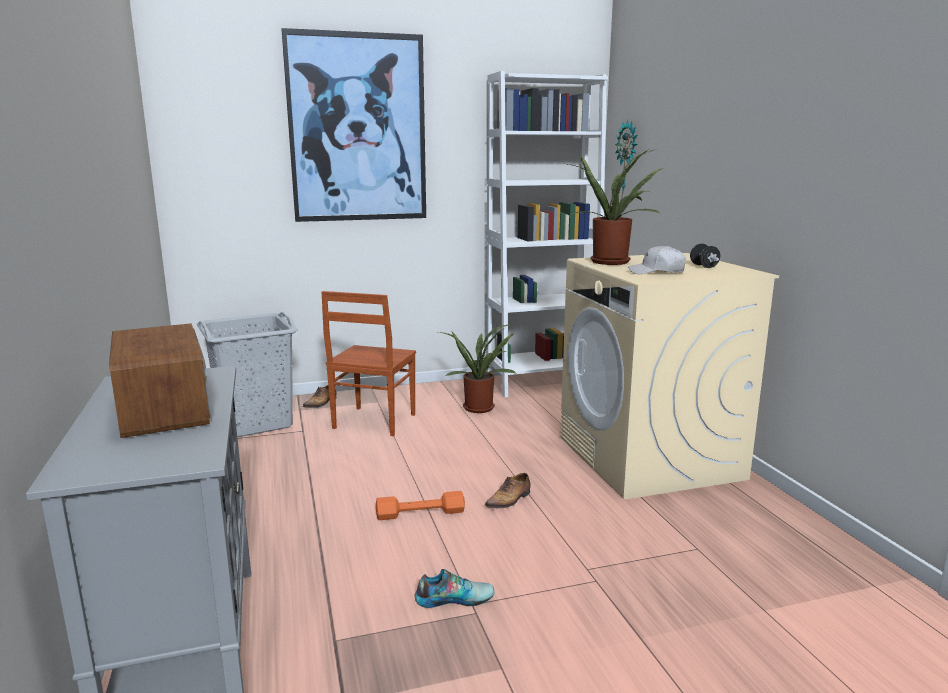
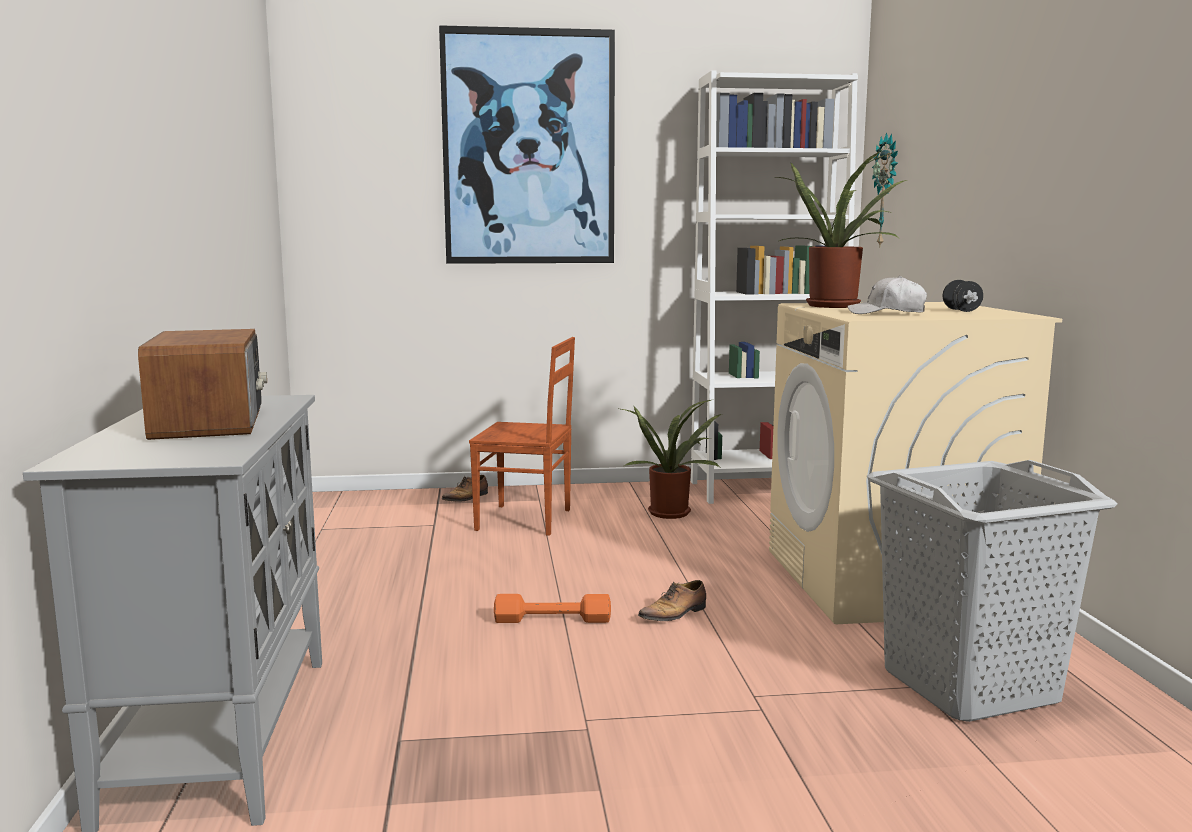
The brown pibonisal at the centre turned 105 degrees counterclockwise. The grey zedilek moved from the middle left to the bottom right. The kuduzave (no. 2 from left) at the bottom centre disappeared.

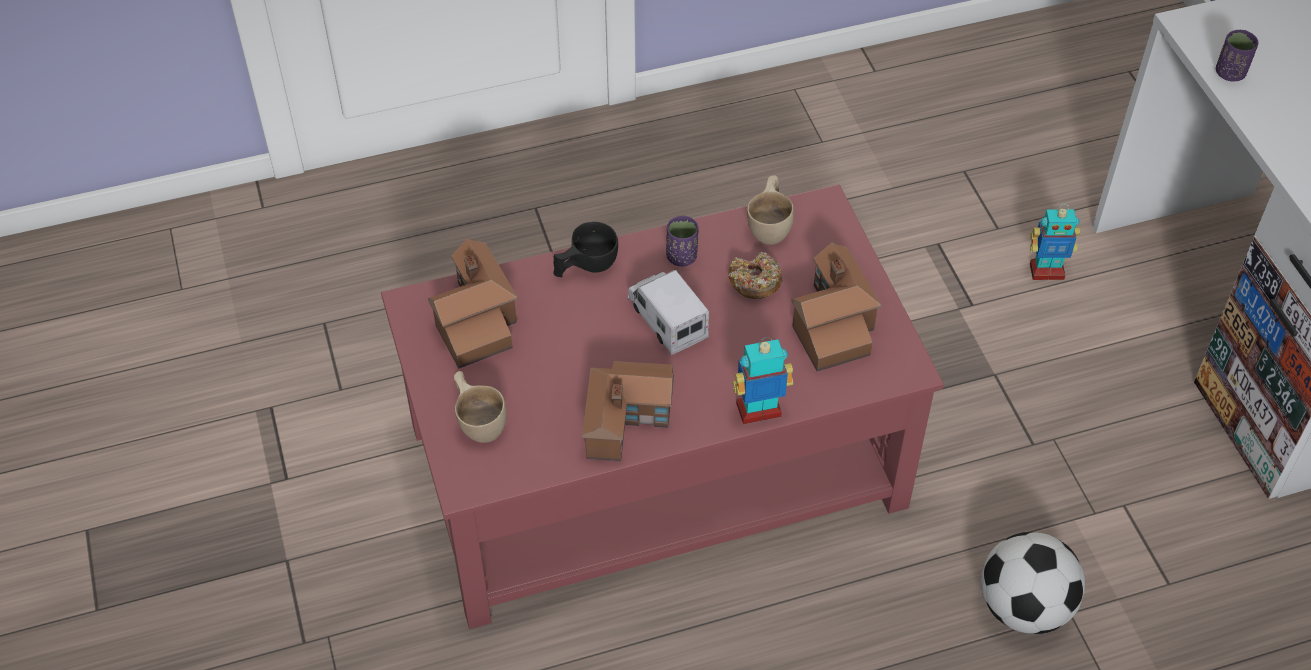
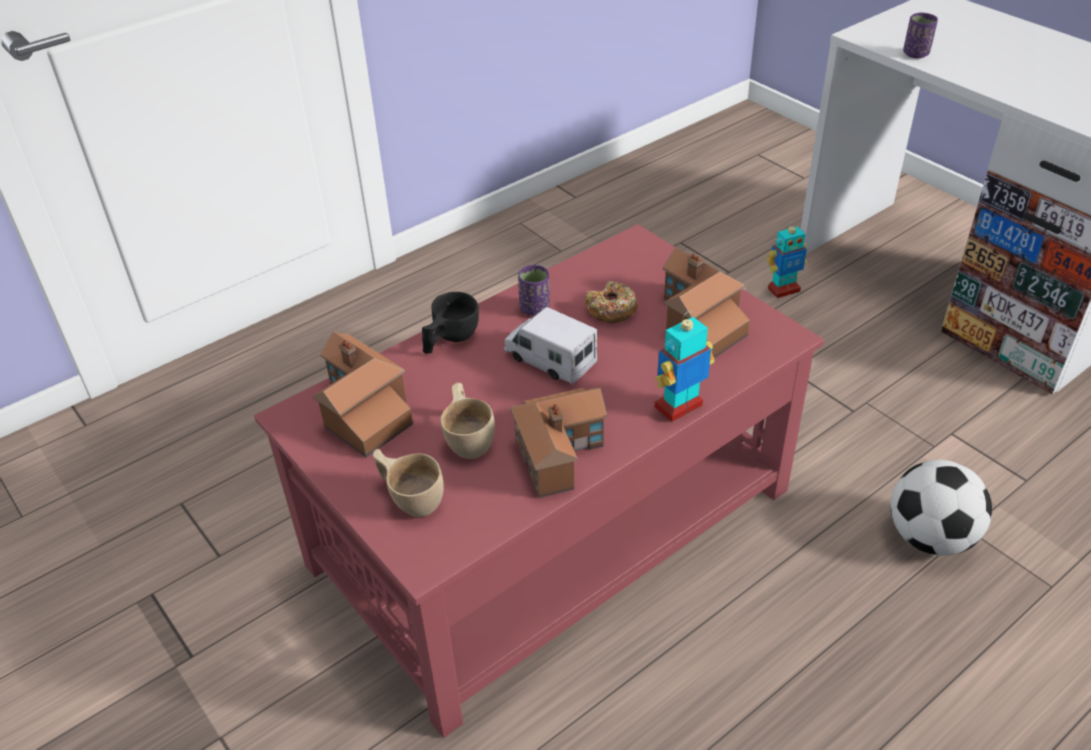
The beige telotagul (no. 2 from left) moved from the top centre to the centre.

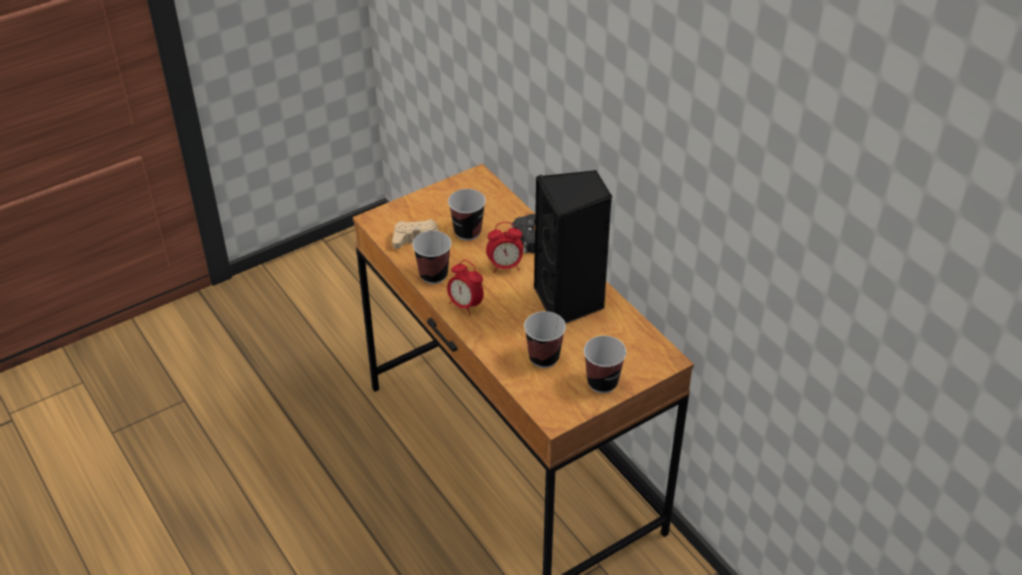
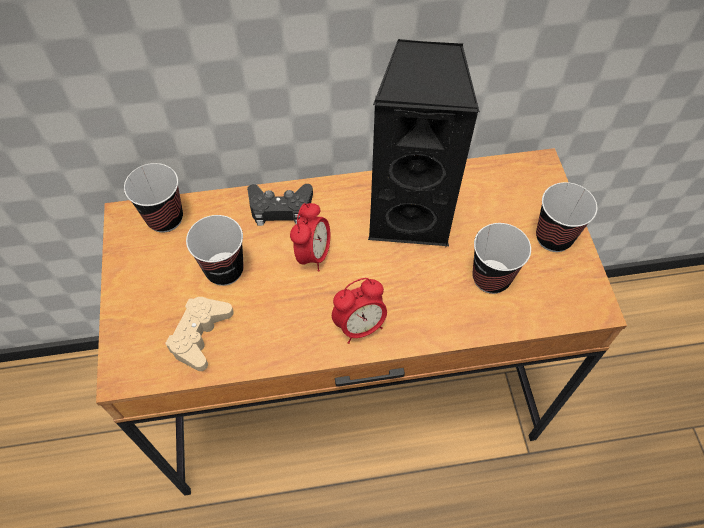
The telotagul (no. 1 from left) moved from the centre to the middle left.

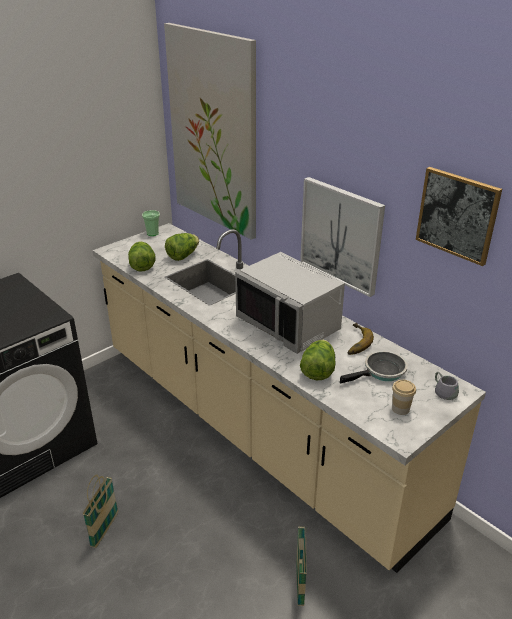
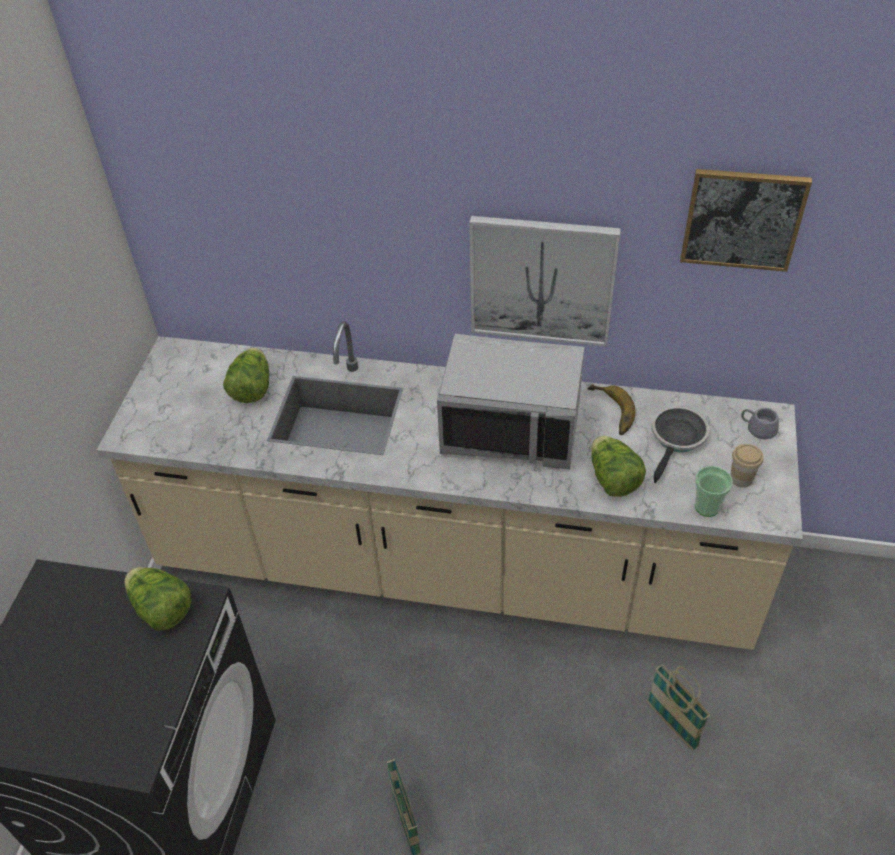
The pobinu (no. 1 from left) moved from the middle left to the bottom left. The telotagul (no. 1 from left) moved from the middle left to the middle right. The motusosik (no. 1 from left) at the top centre disappeared.

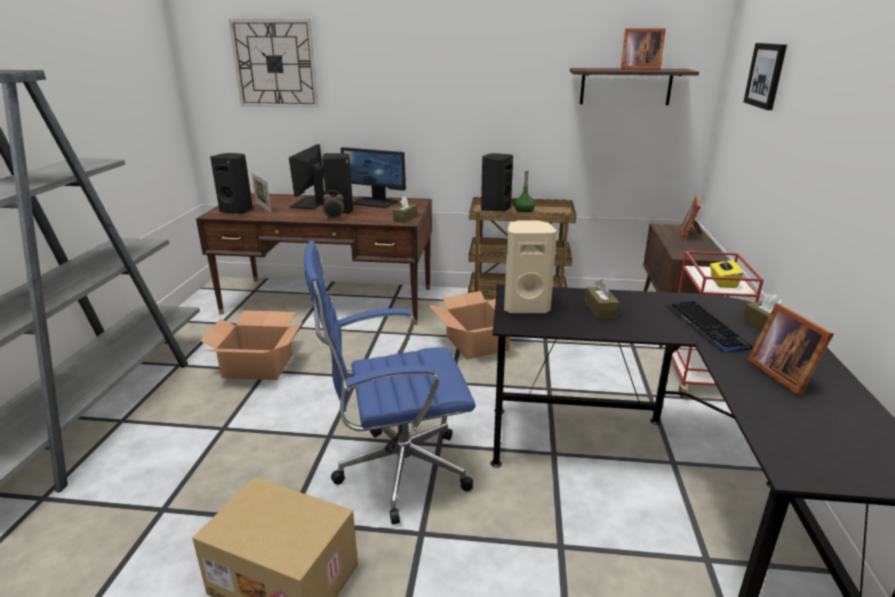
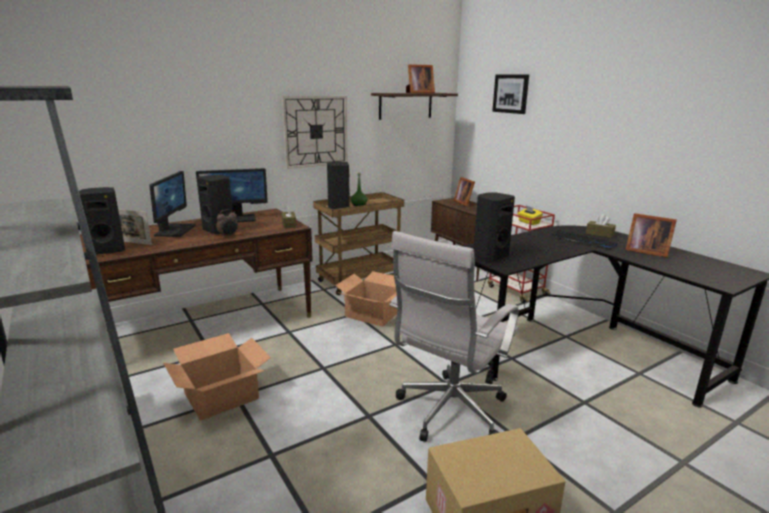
The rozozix (no. 1 from left) at the top centre turned 150 degrees counterclockwise. The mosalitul moved from the top left to the top centre. The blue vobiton at the centre became the white vobiton at the centre. The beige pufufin at the centre became the black pufufin (no. 4 from left) at the centre. The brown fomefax (no. 2 from left) at the middle right disappeared.

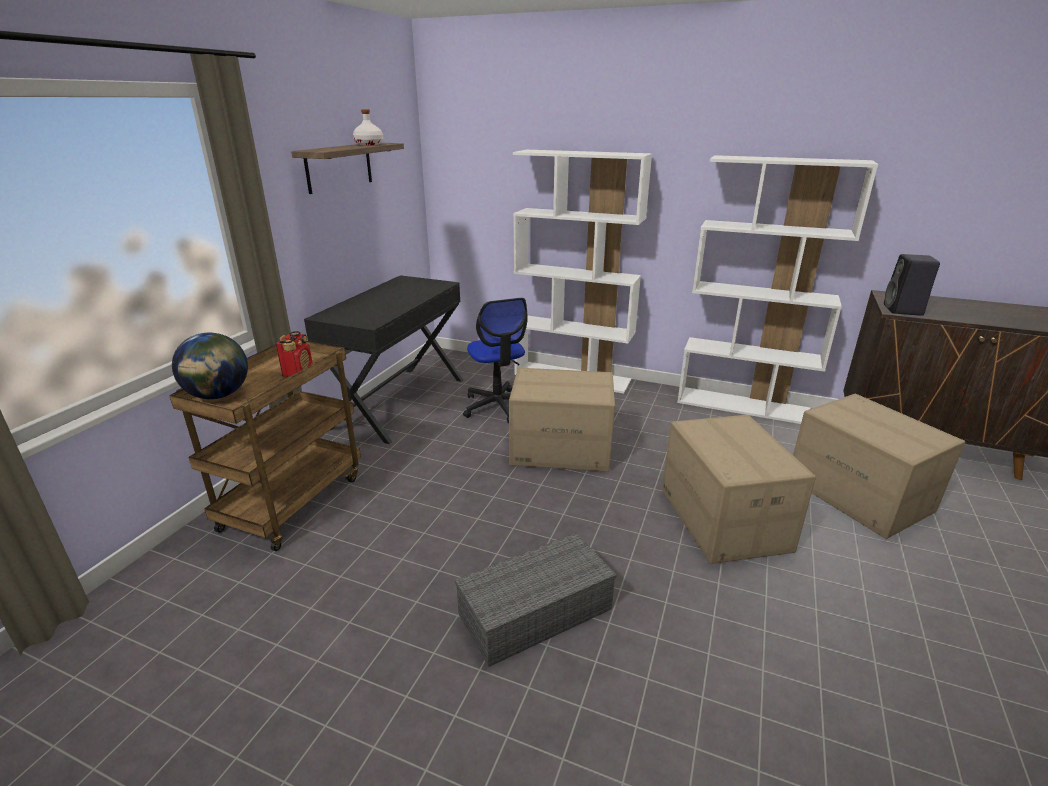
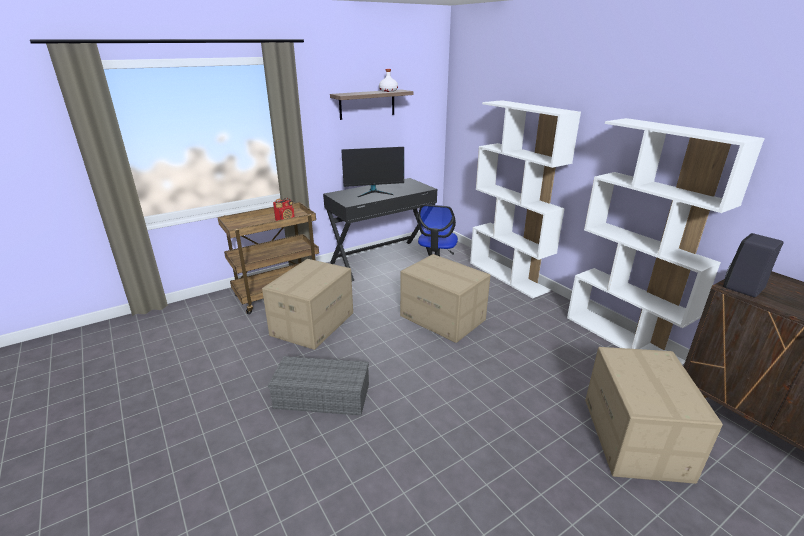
The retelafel (no. 2 from left in the first image) moved from the middle right to the centre. The rozozix at the top centre appeared. The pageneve at the middle left disappeared.

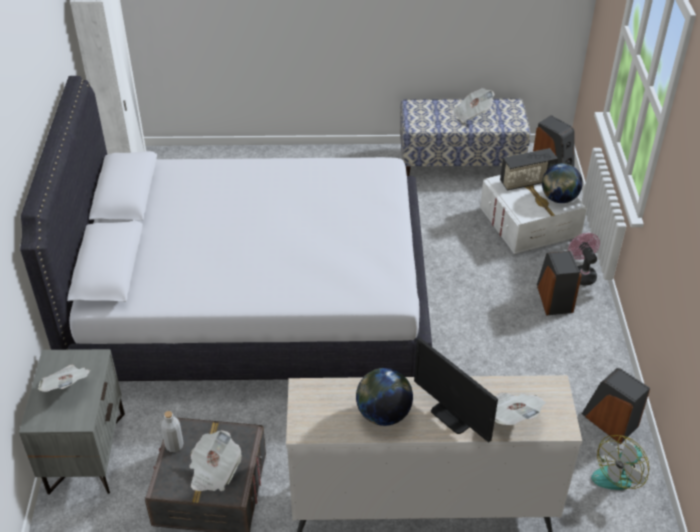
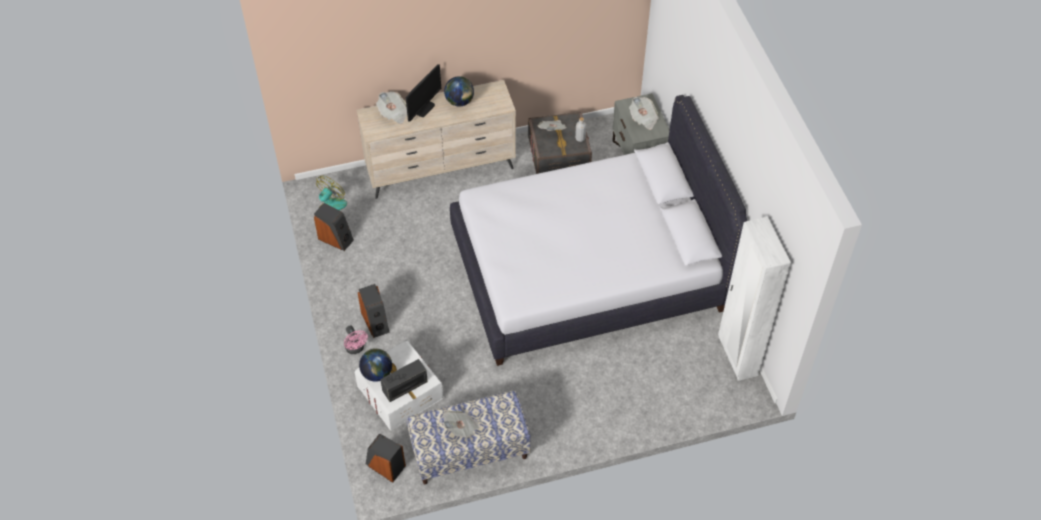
The rozozix at the bottom centre turned 90 degrees clockwise.

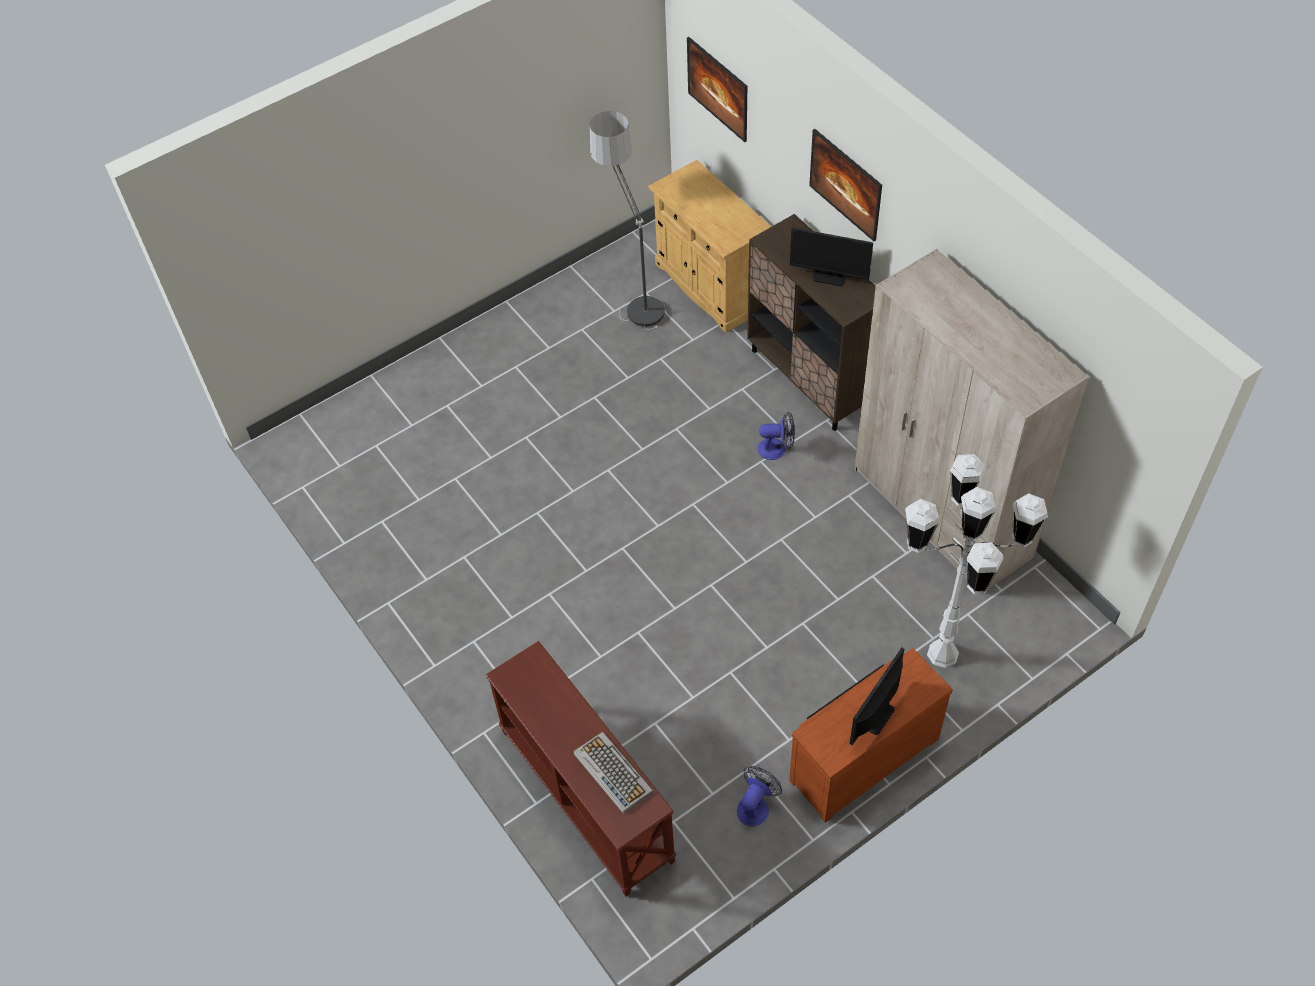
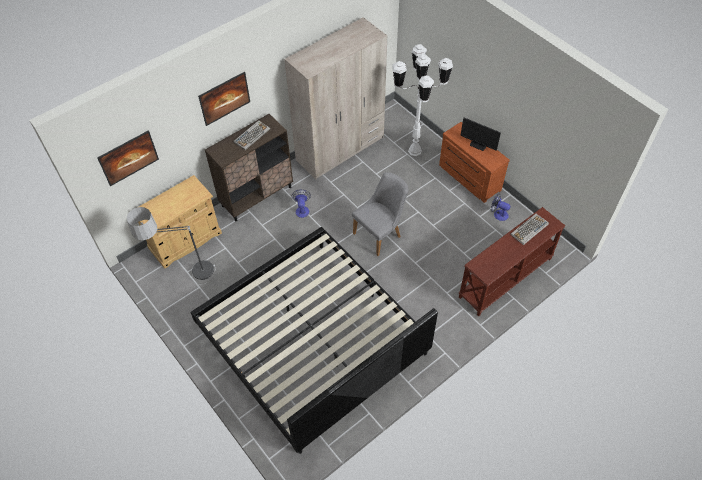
The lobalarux at the bottom centre appeared. The rozozix (no. 1 from left) at the top centre was replaced by the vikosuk (no. 1 from left) at the top centre. The grey pibonisal at the centre appeared.

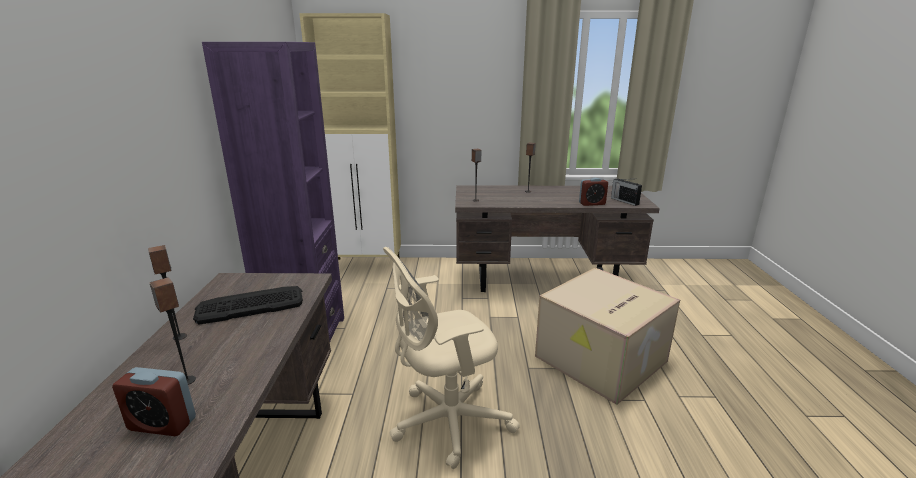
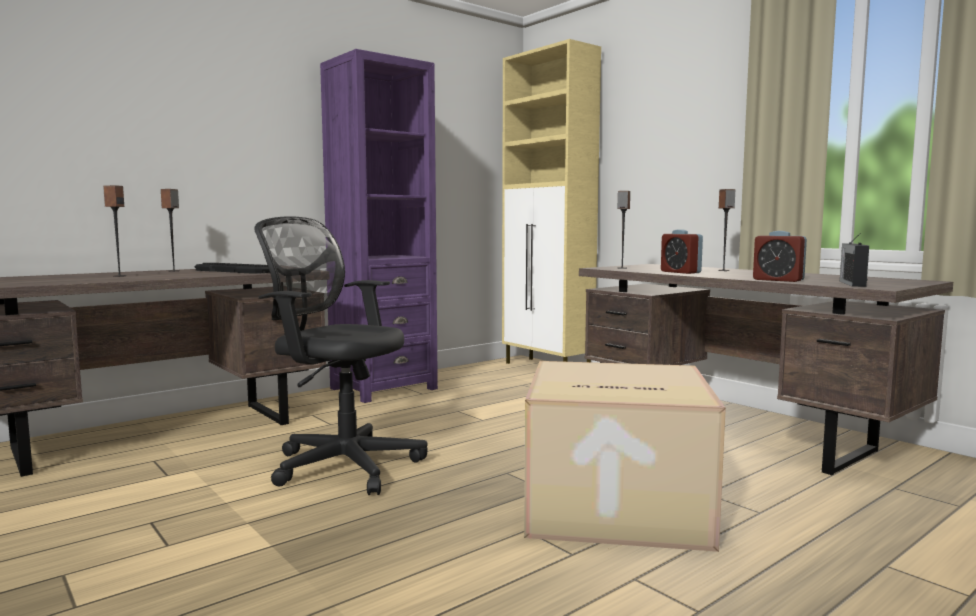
The beige vobiton at the bottom centre became the black vobiton at the centre. The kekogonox (no. 1 from left) moved from the bottom left to the middle right.

